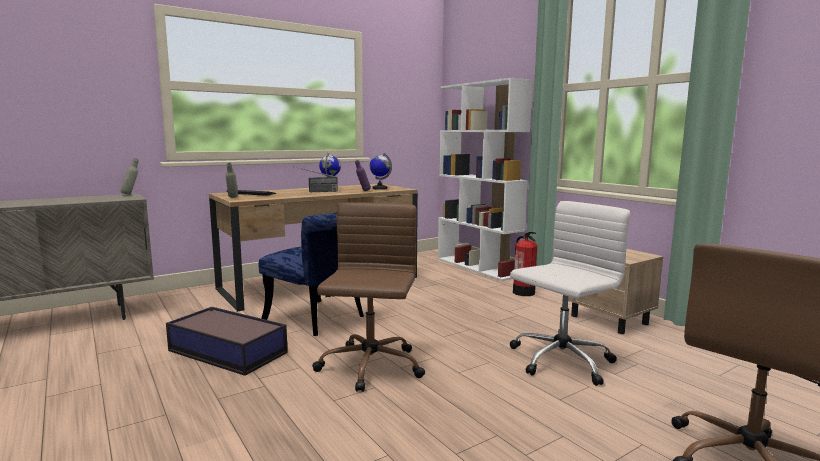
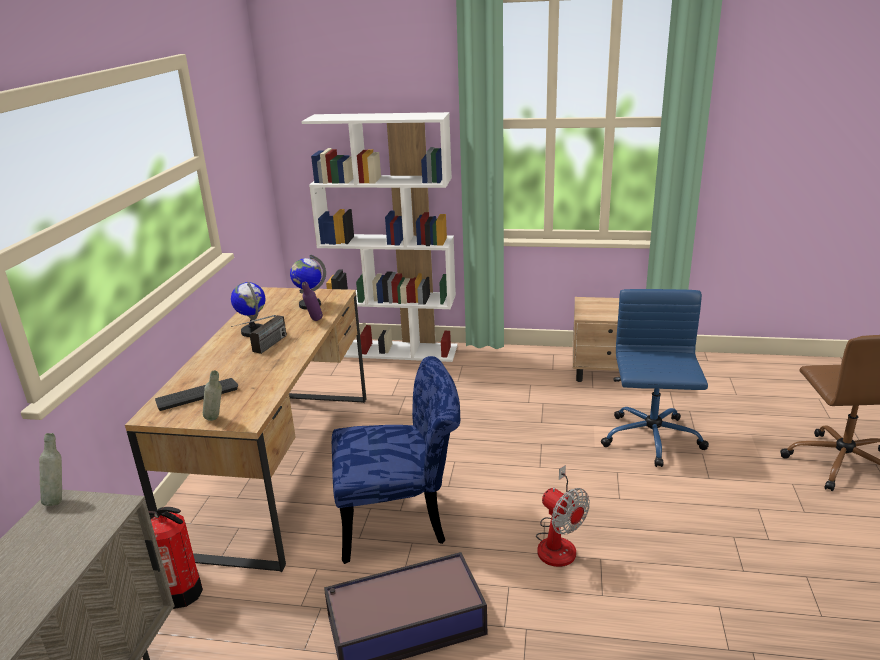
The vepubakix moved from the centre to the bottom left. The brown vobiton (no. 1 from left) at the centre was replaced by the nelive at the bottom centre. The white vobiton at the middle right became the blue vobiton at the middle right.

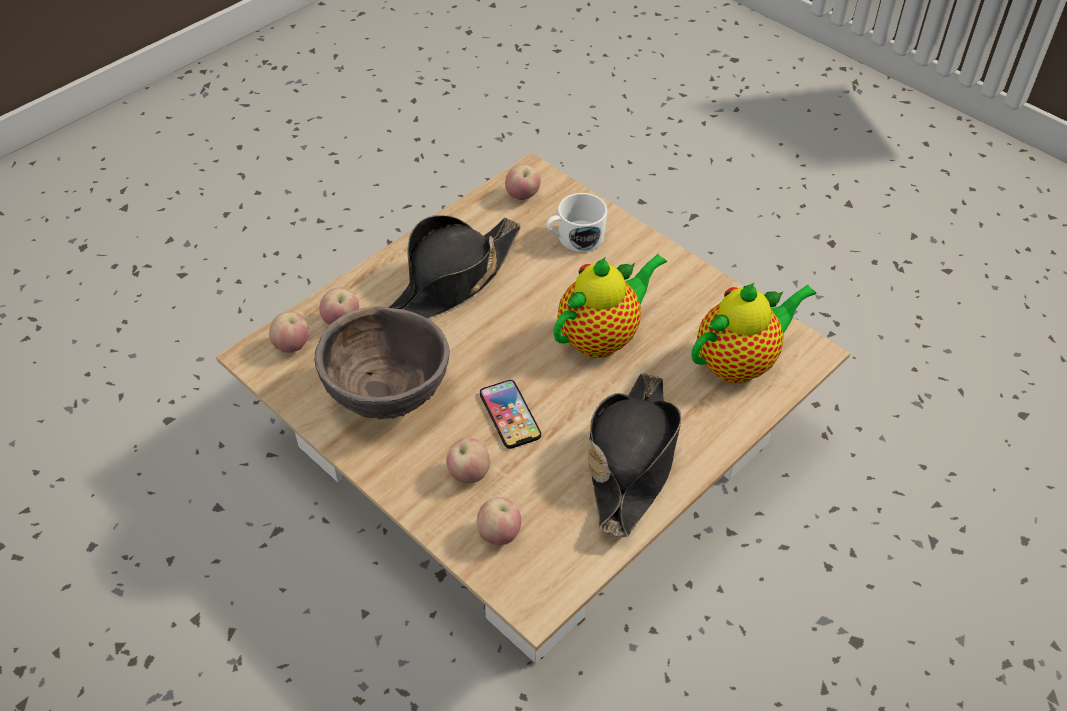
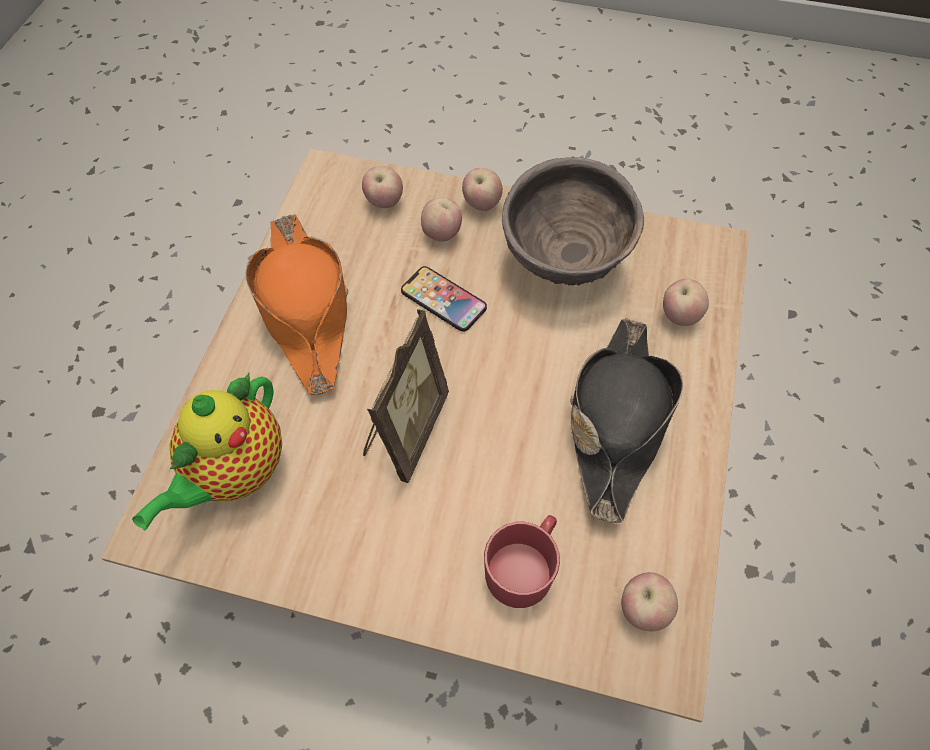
The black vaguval (no. 2 from left) at the centre became the orange vaguval at the middle left. The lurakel (no. 1 from left) at the centre was replaced by the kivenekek at the centre. The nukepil (no. 1 from left in the first image) moved from the middle left to the top centre. The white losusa at the top centre became the red losusa at the bottom centre.

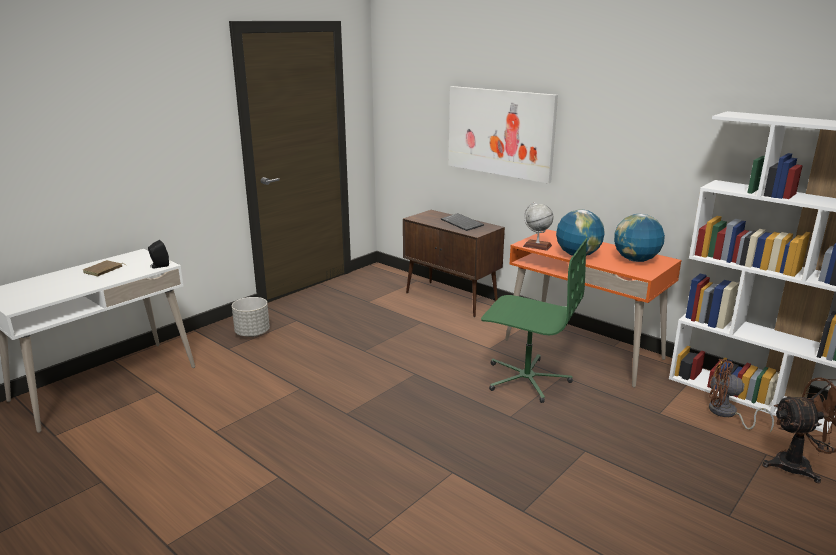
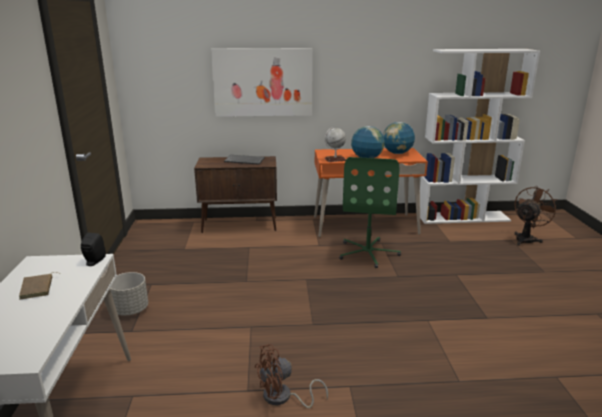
The brown nelive (no. 1 from left) moved from the bottom right to the bottom centre. The green vobiton at the centre turned 120 degrees clockwise.

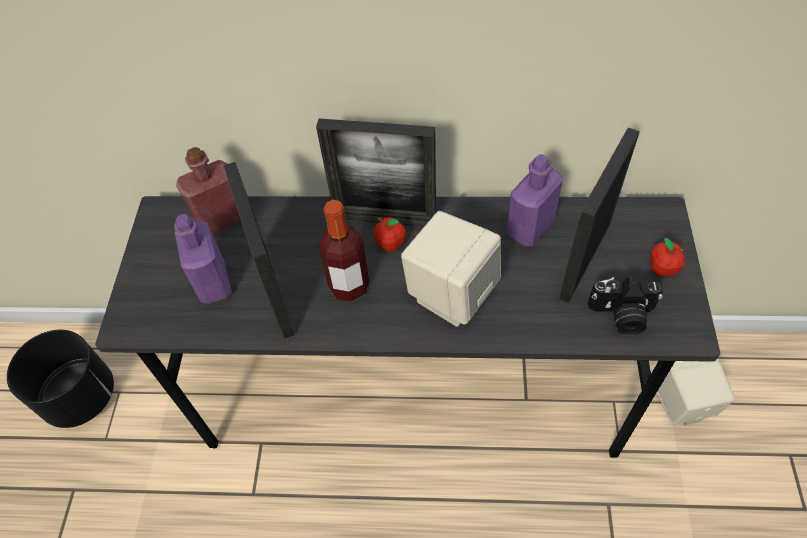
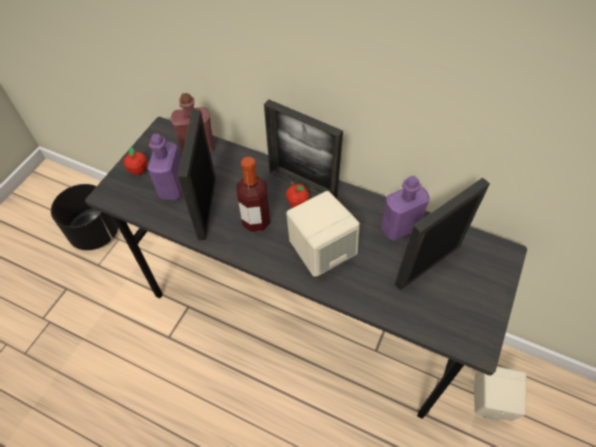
The nukepil (no. 2 from left in the first image) moved from the middle right to the middle left. The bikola at the middle right disappeared.

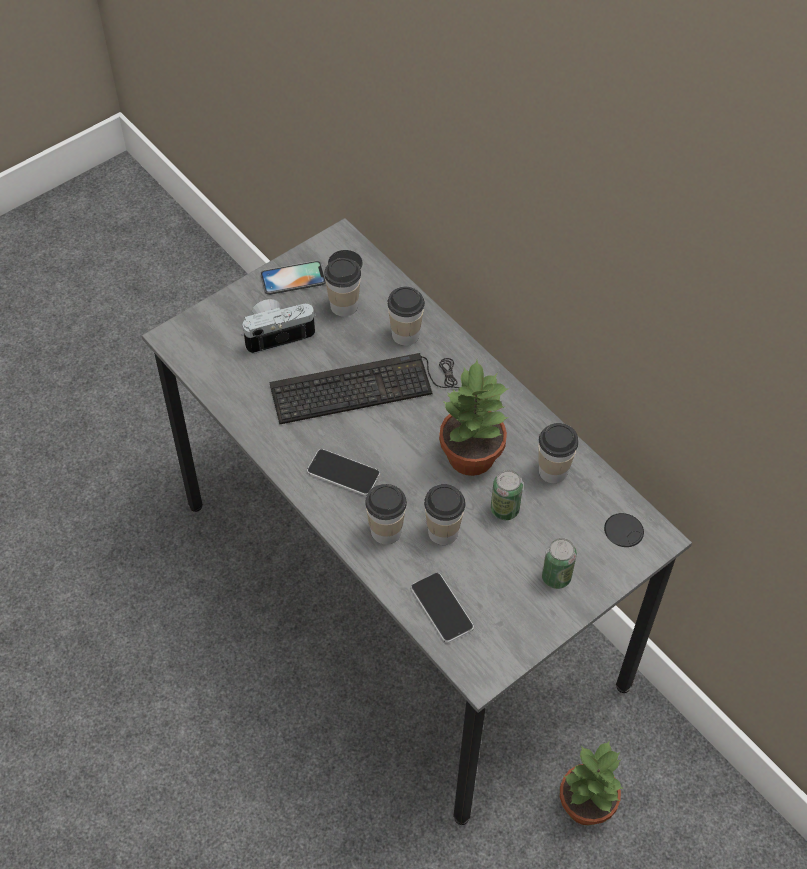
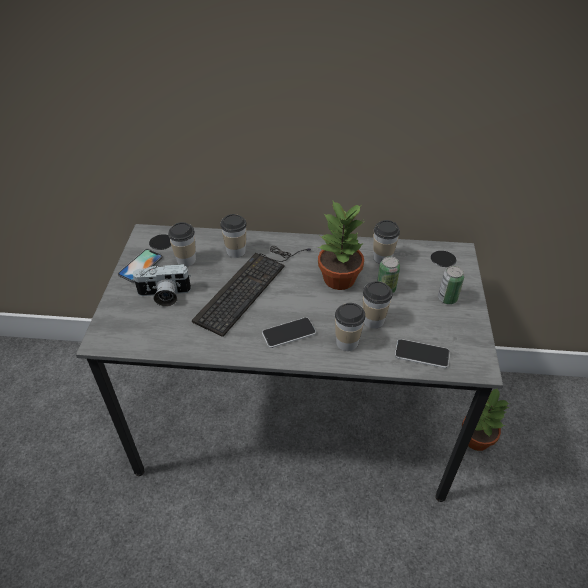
The bikola at the centre turned 120 degrees counterclockwise.

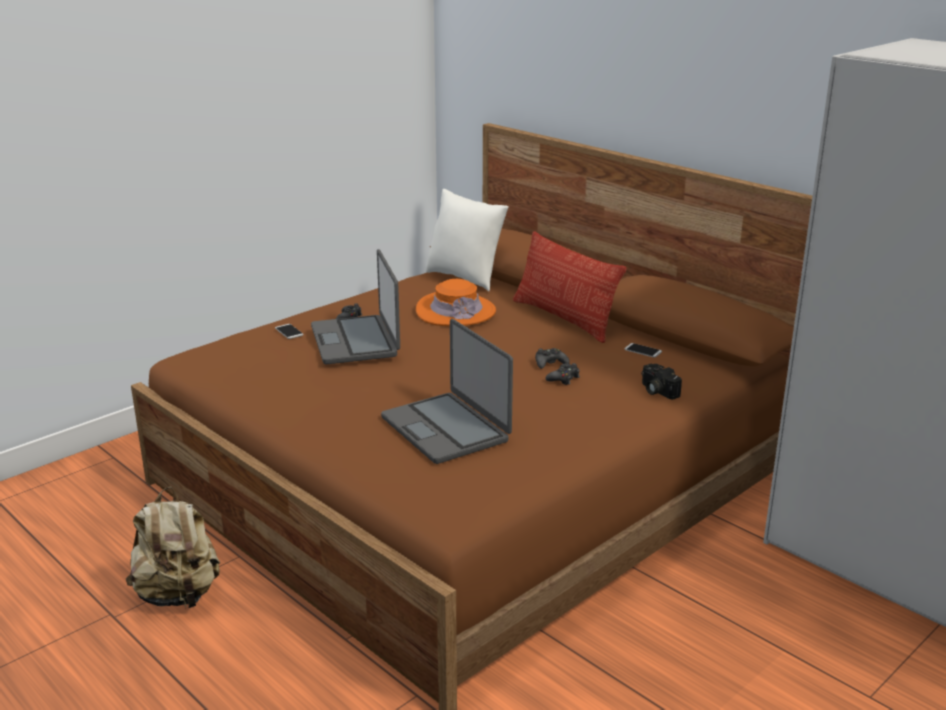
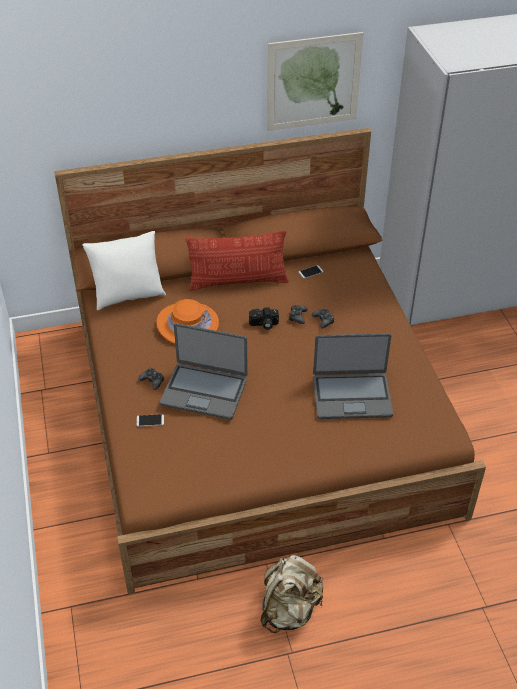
The bikola moved from the middle right to the centre. The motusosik at the top centre appeared.

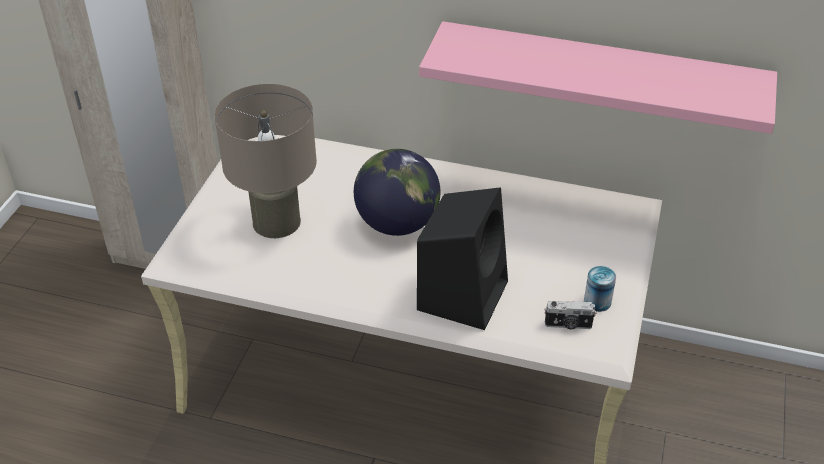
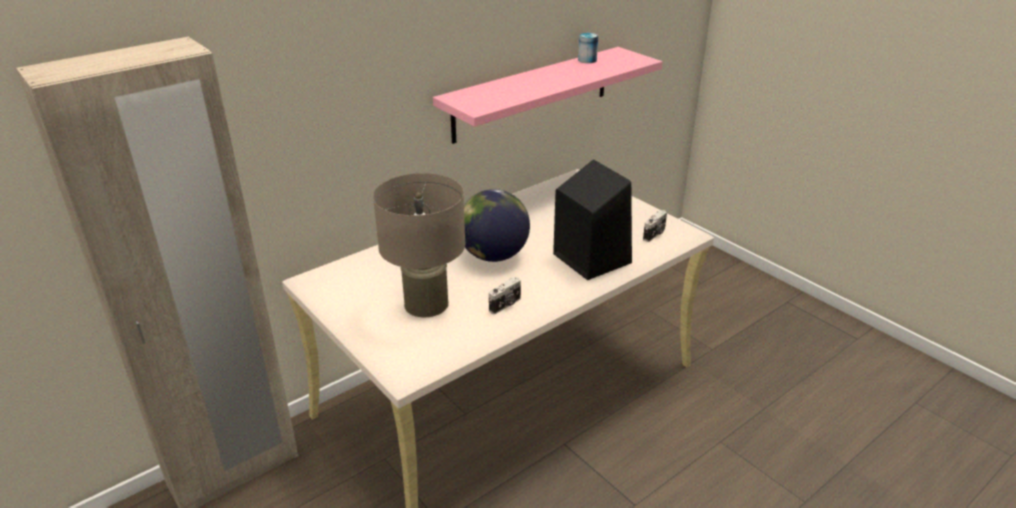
The bikola (no. 1 from left) at the centre appeared. The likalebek moved from the middle right to the top centre.

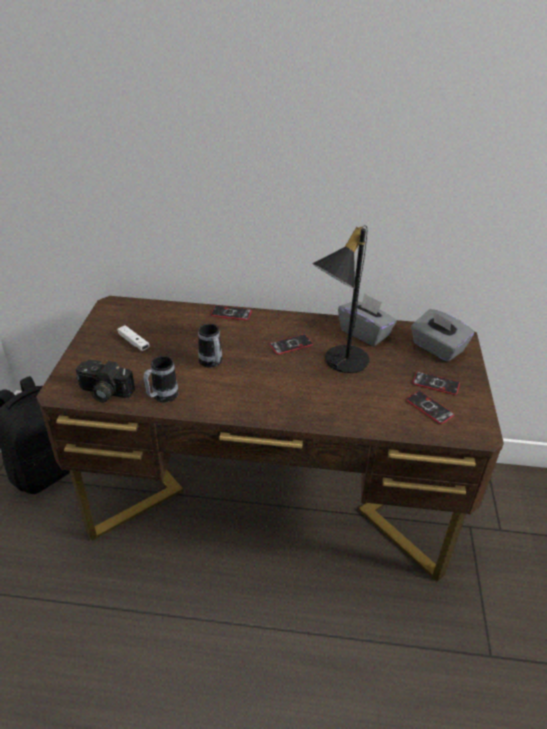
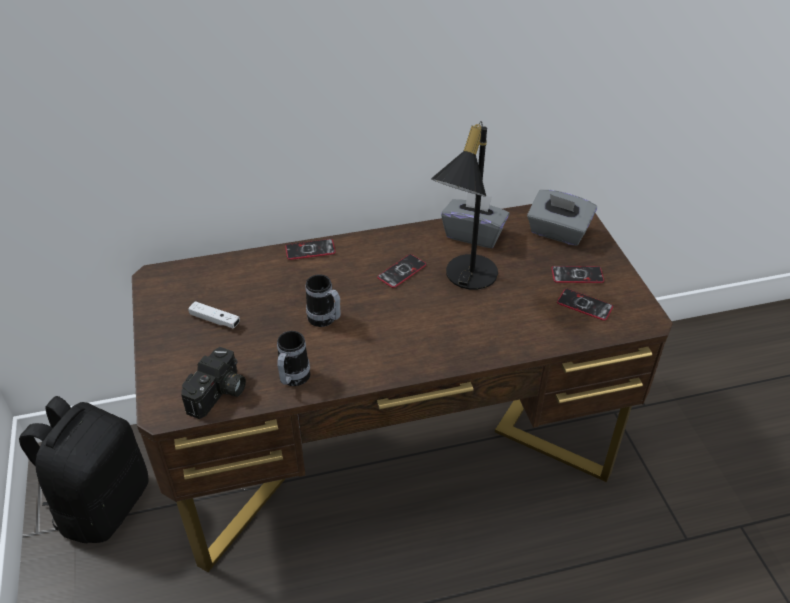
The bikola at the middle left turned 60 degrees counterclockwise.

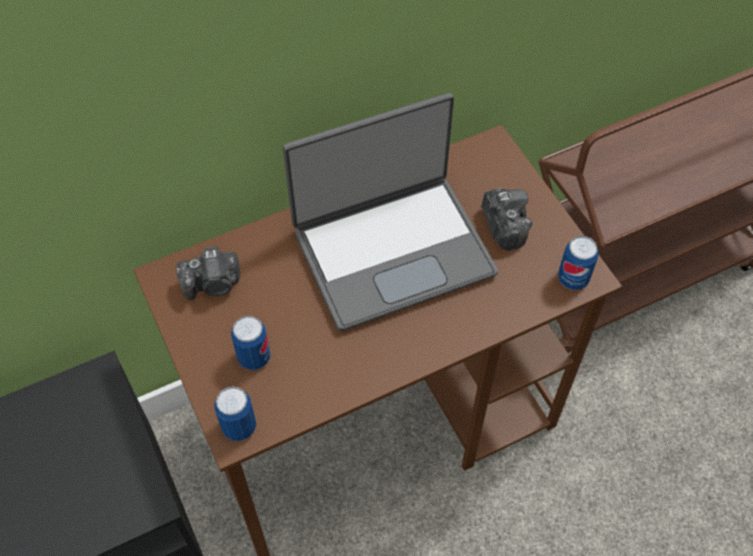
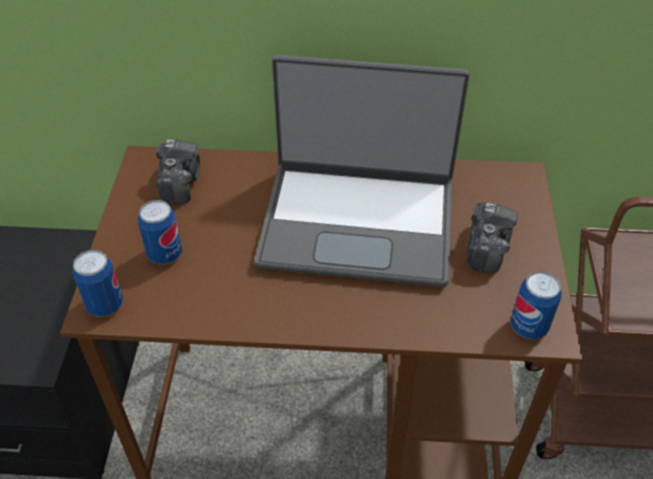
The bikola (no. 1 from left) at the middle left turned 105 degrees counterclockwise.

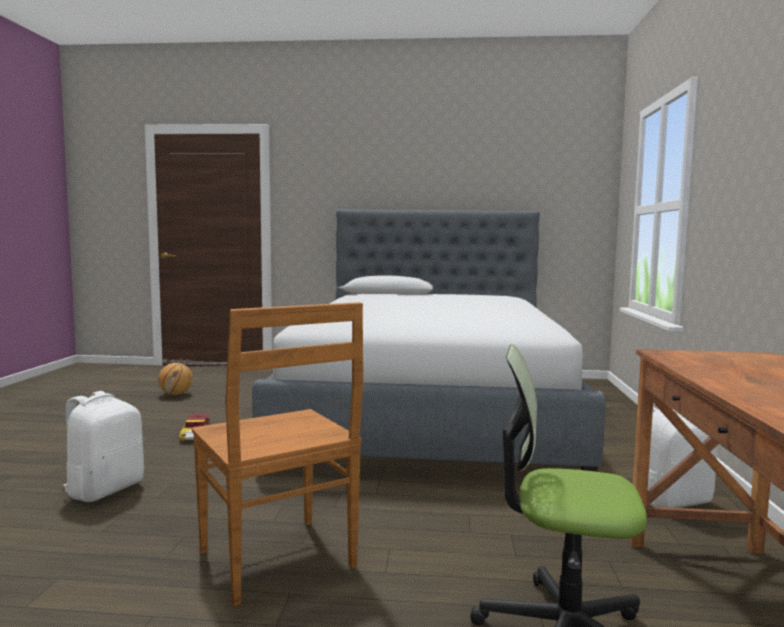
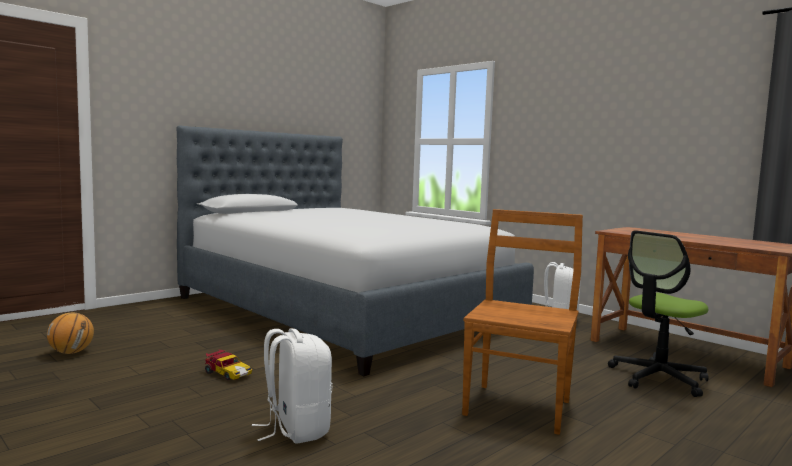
The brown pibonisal at the bottom centre turned 75 degrees counterclockwise.

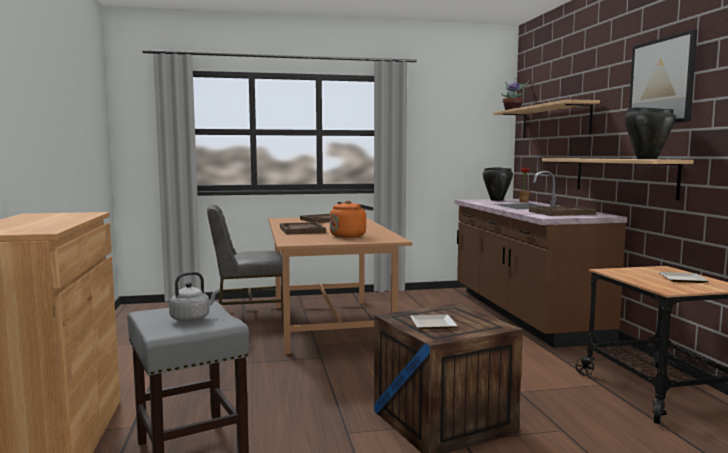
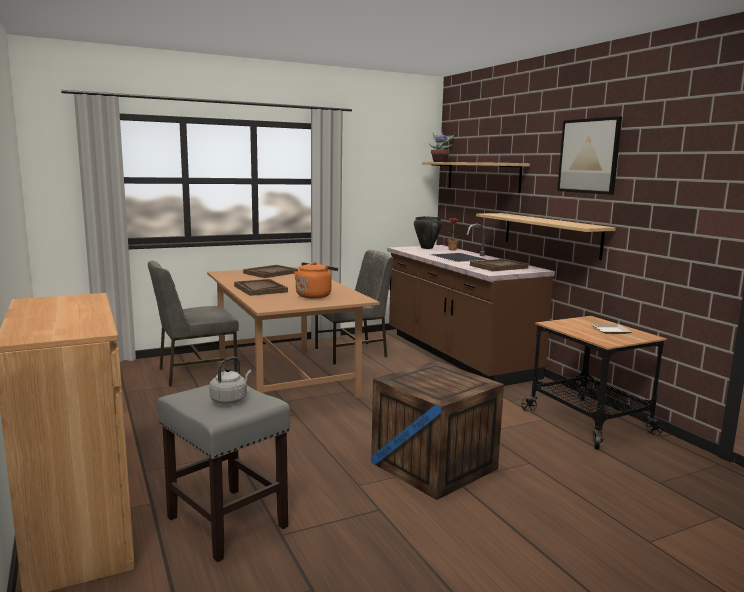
The grey pibonisal (no. 2 from left) at the centre appeared. The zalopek (no. 1 from left) at the bottom centre disappeared. The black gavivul (no. 2 from left) at the top right disappeared.

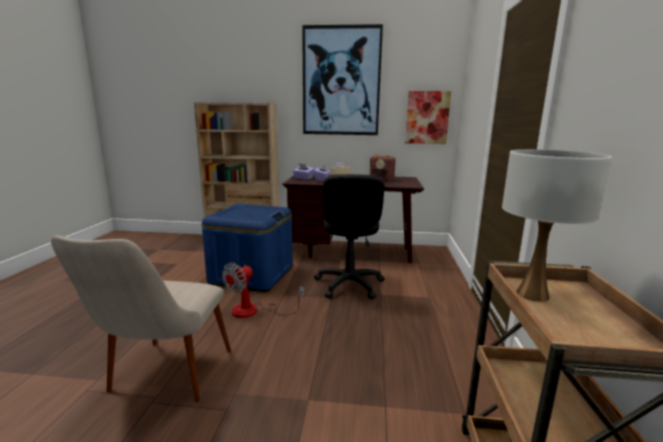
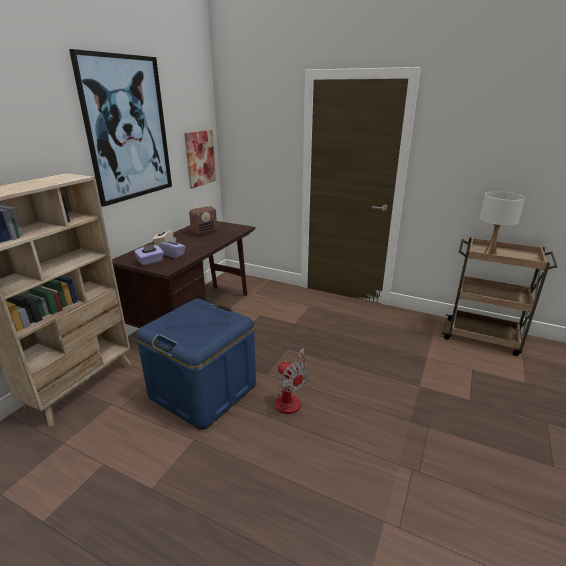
The beige pibonisal at the bottom left disappeared. The black vobiton at the centre disappeared.

